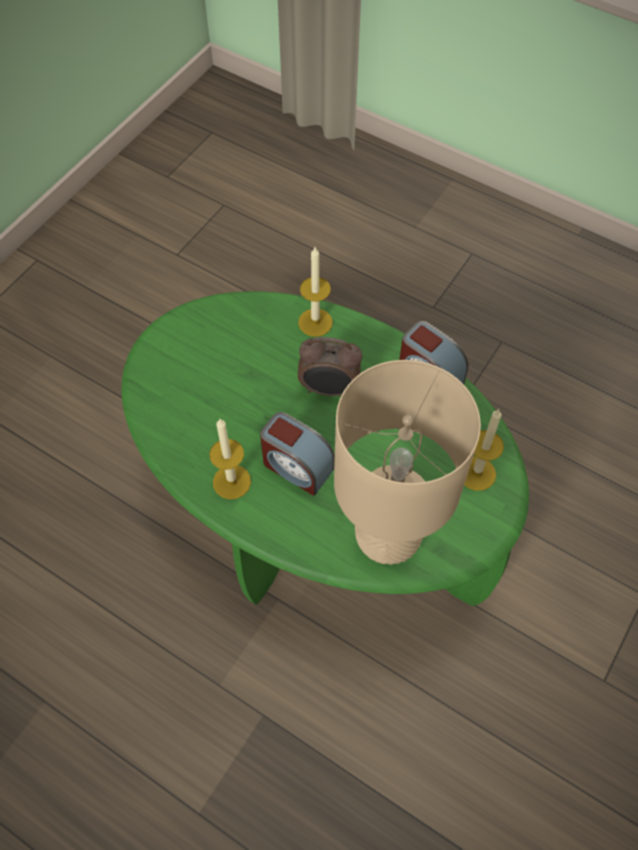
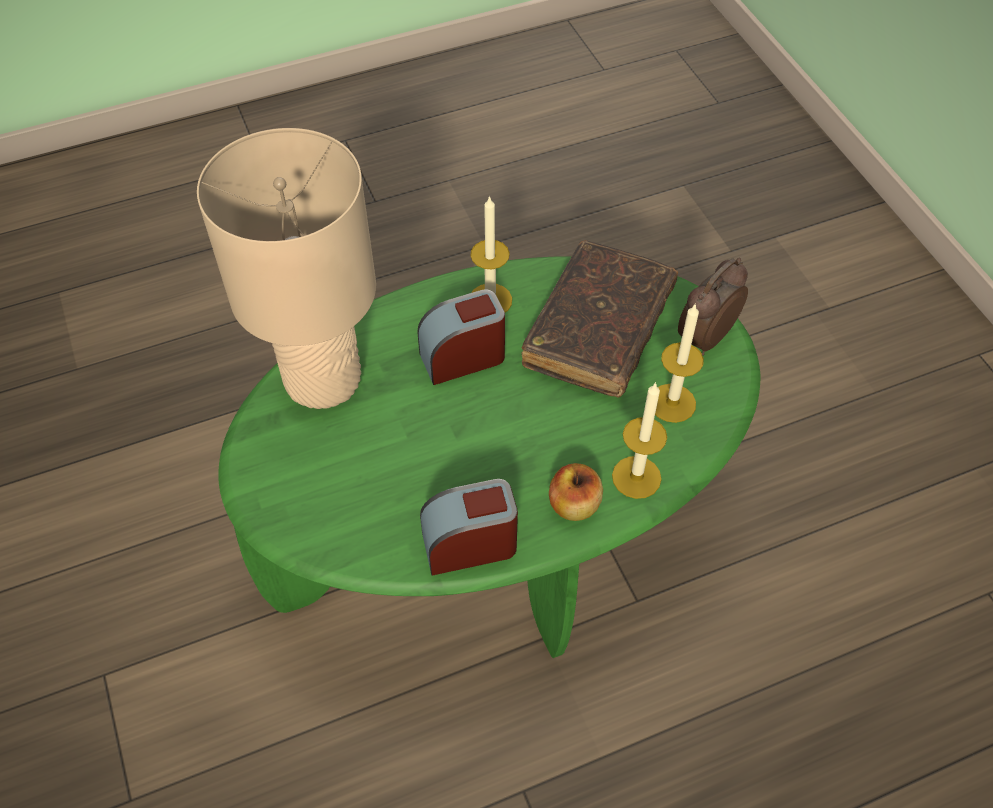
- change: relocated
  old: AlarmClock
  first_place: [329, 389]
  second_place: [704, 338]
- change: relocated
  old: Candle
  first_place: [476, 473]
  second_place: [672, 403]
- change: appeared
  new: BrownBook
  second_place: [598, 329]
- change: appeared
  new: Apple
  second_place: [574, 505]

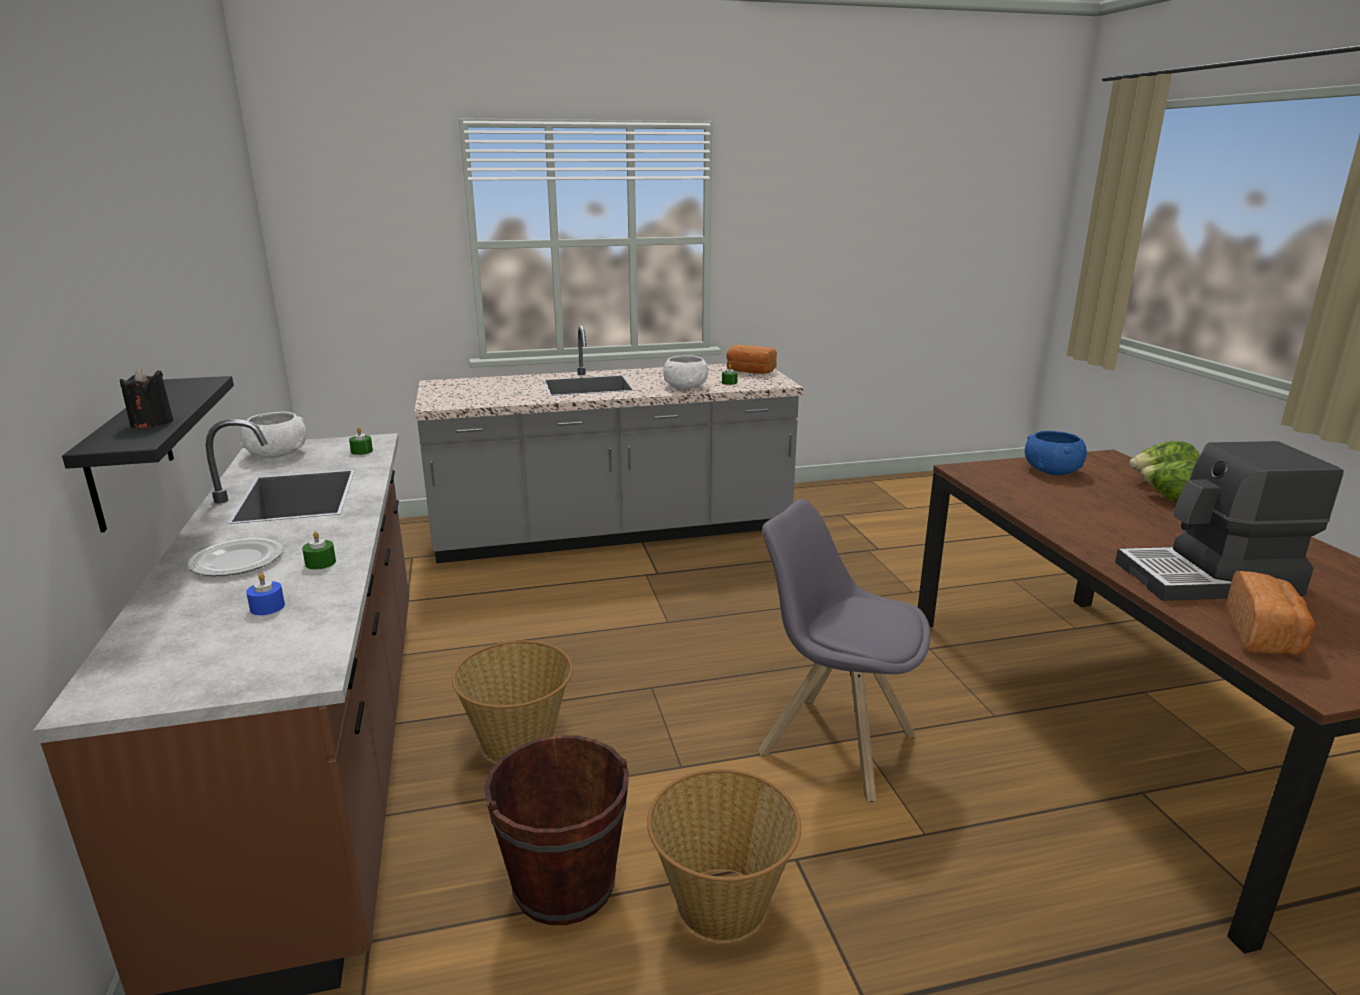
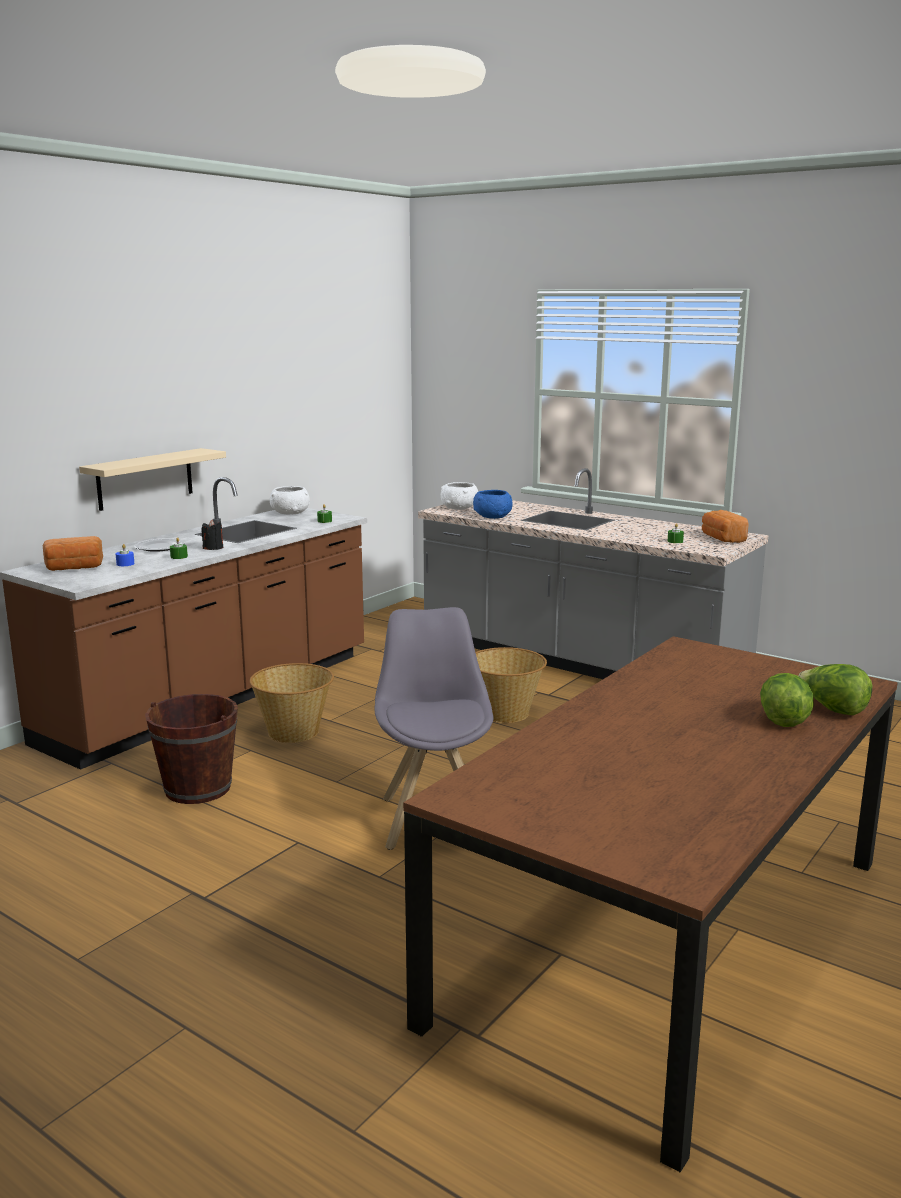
- change: colour
  old: BlackShelf
  new: BeigeShelf
  first_place: [130, 452]
  second_place: [145, 479]
- change: relocated
  old: BlackCandle
  first_place: [152, 423]
  second_place: [213, 548]
- change: relocated
  old: Basket
  first_place: [721, 901]
  second_place: [505, 713]
- change: relocated
  old: WhiteBowl
  first_place: [685, 386]
  second_place: [459, 508]
- change: relocated
  old: BlueBowl
  first_place: [1052, 470]
  second_place: [492, 516]
- change: missing
  old: CoffeeMachine
  first_place: [1210, 579]
- change: relocated
  old: Bread
  first_place: [1264, 635]
  second_place: [74, 568]

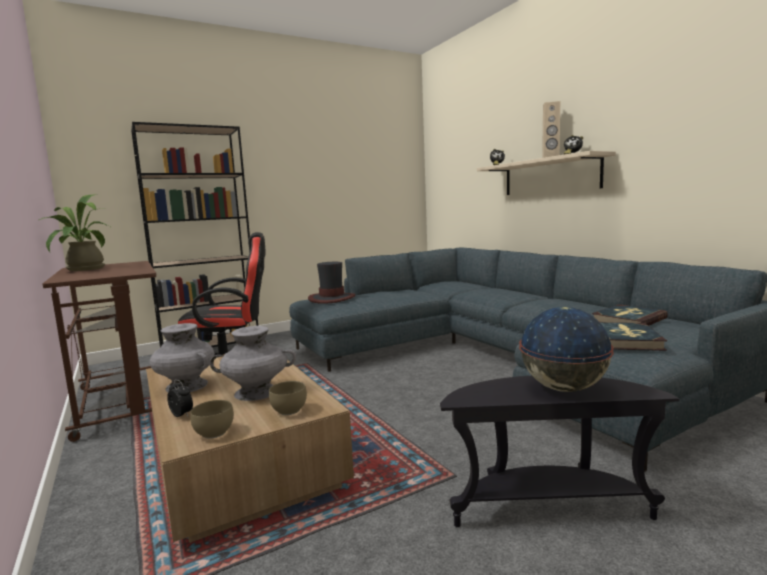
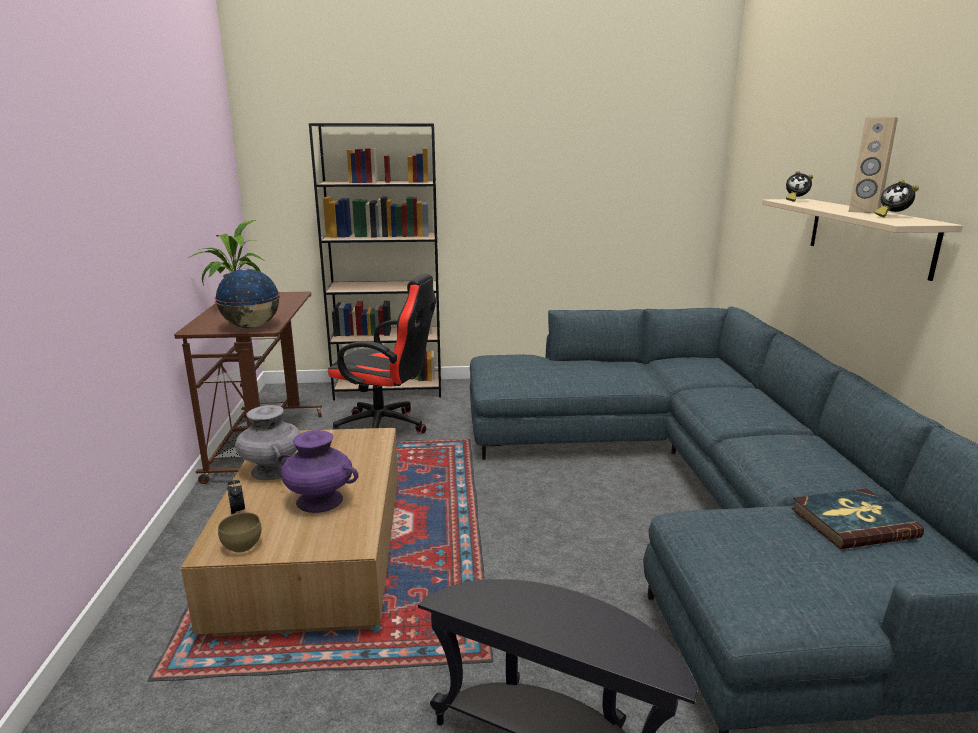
- change: colour
  old: GreyVase
  new: PurpleVase
  first_place: [256, 392]
  second_place: [320, 500]
- change: missing
  old: BrownBowl
  first_place: [290, 410]
- change: missing
  old: Hat
  first_place: [331, 298]
- change: relocated
  old: Globe
  first_place: [564, 388]
  second_place: [252, 327]
- change: missing
  old: Book
  first_place: [624, 340]

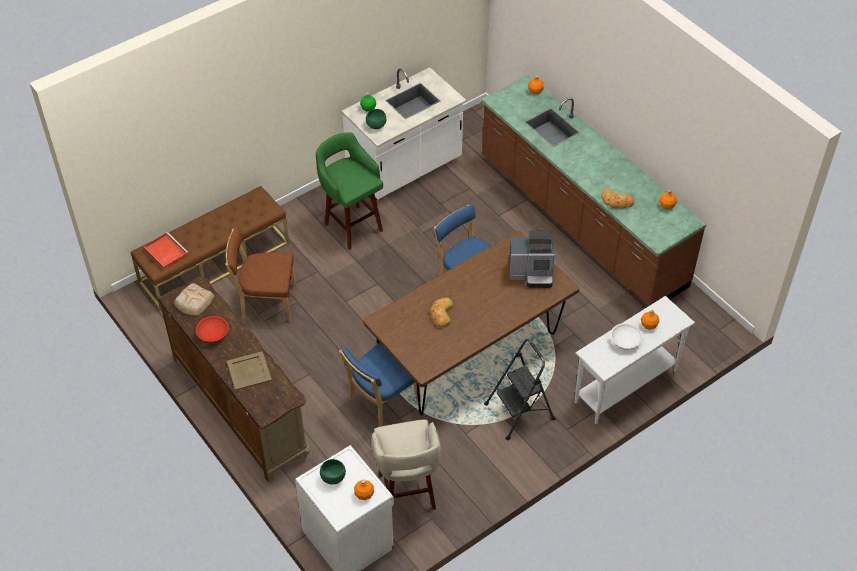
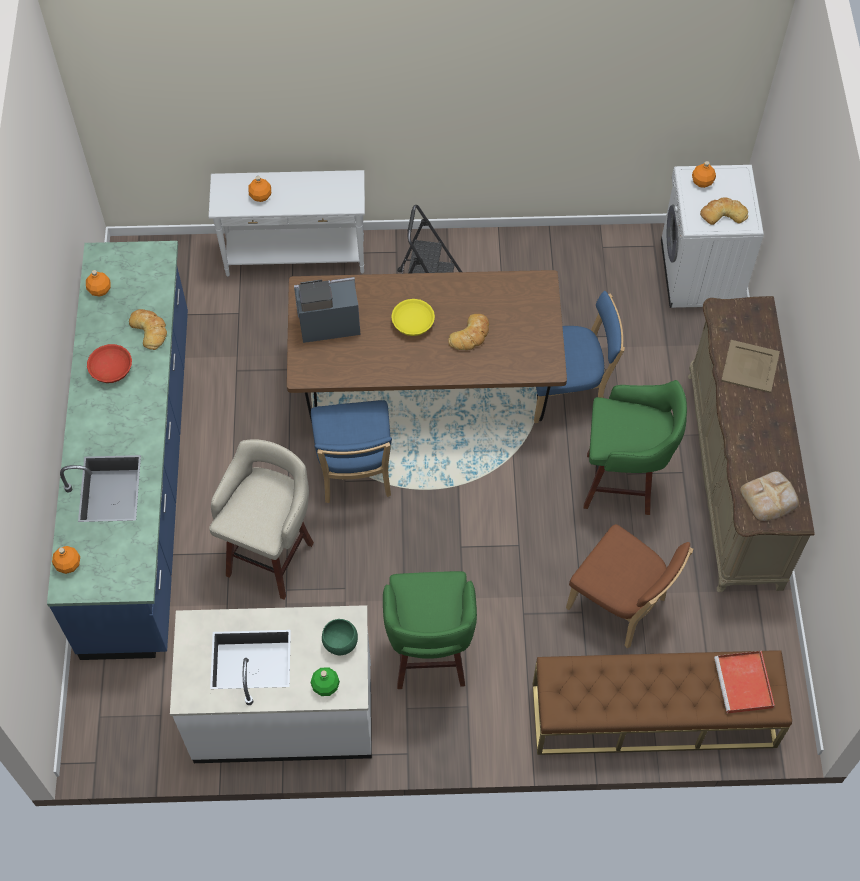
- change: relocated
  old: RedBowl
  first_place: [213, 334]
  second_place: [111, 369]
- change: exchanged
  old: GreenBowl
  new: Bread
  first_place: [333, 477]
  second_place: [723, 213]
- change: relocated
  old: BeigeStool
  first_place: [407, 494]
  second_place: [272, 556]
- change: colour
  old: BrownCounter
  new: BlueCounter
  first_place: [580, 222]
  second_place: [140, 478]
- change: spun
  old: CoffeeMachine
  first_place: [532, 274]
  second_place: [326, 323]
  degrees: -45
- change: missing
  old: WhiteBowl
  first_place: [625, 341]
- change: appeared
  new: YellowBowl
  second_place: [413, 323]
- change: appeared
  new: GreenStool
  second_place: [622, 485]

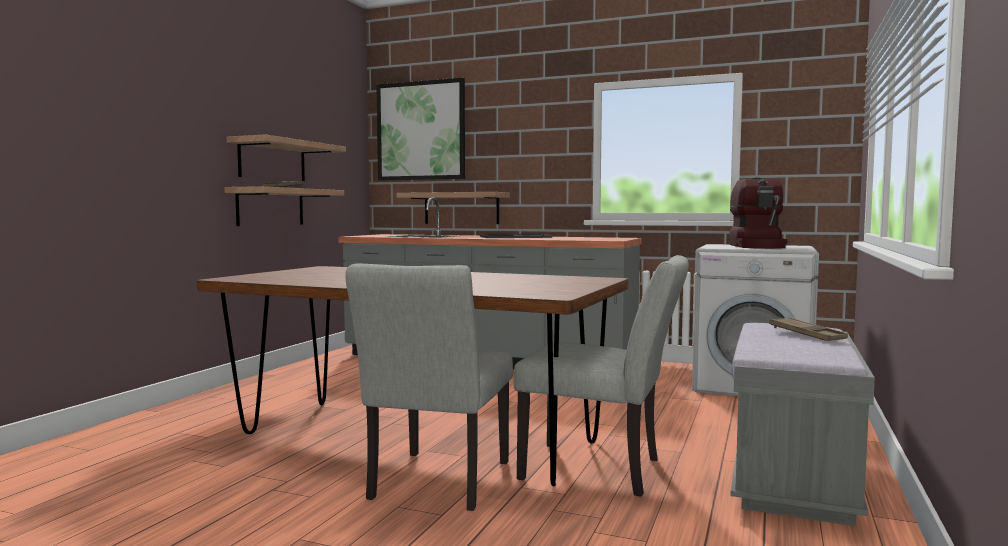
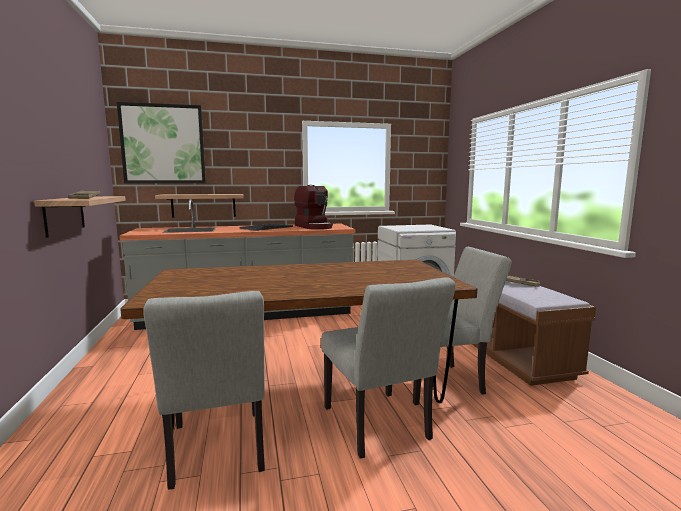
- change: missing
  old: Shelf
  first_place: [272, 161]
- change: relocated
  old: CoffeeMachine
  first_place: [758, 246]
  second_place: [314, 227]
- change: colour
  old: GreyBench
  new: BrownBench
  first_place: [793, 476]
  second_place: [515, 358]
- change: appeared
  new: GreyChair
  second_place: [217, 453]

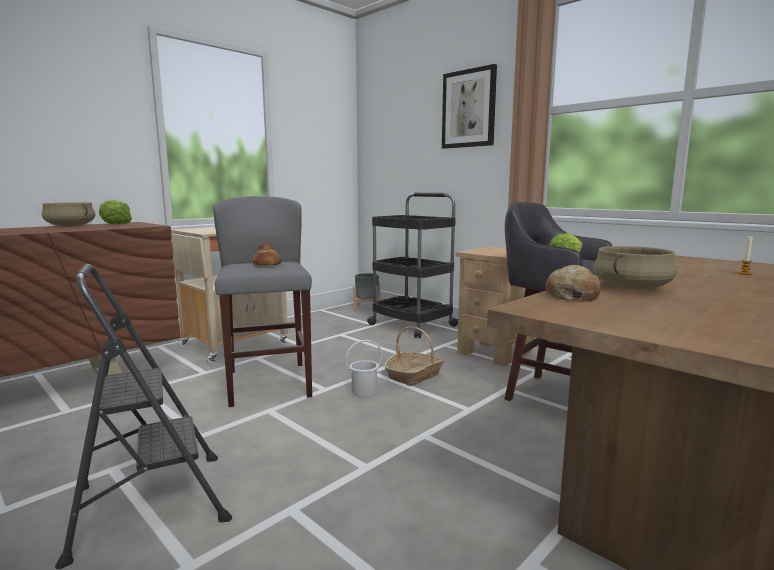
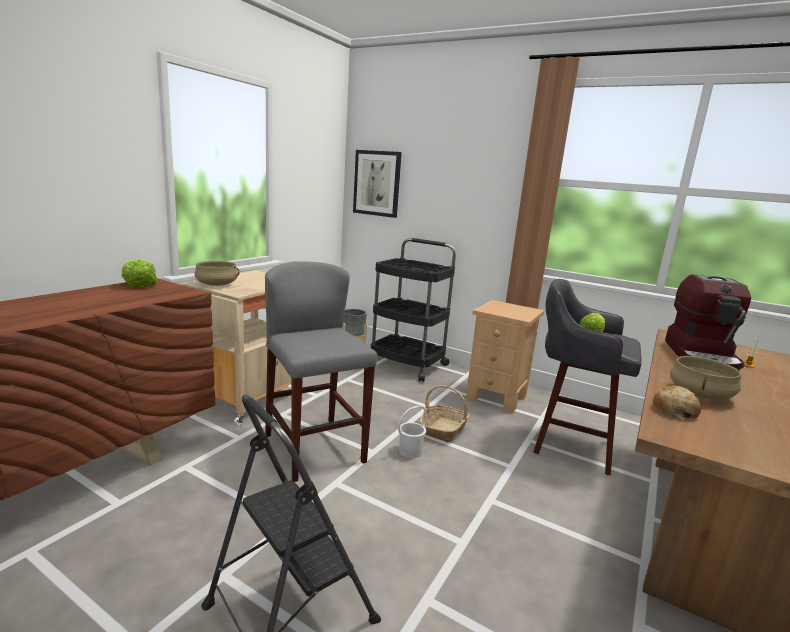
- change: relocated
  old: BeigeCookingPot
  first_place: [71, 226]
  second_place: [217, 284]
- change: missing
  old: Bread
  first_place: [267, 265]
- change: relocated
  old: Picture
  first_place: [469, 109]
  second_place: [377, 183]
- change: appeared
  new: CoffeeMachine
  second_place: [702, 356]

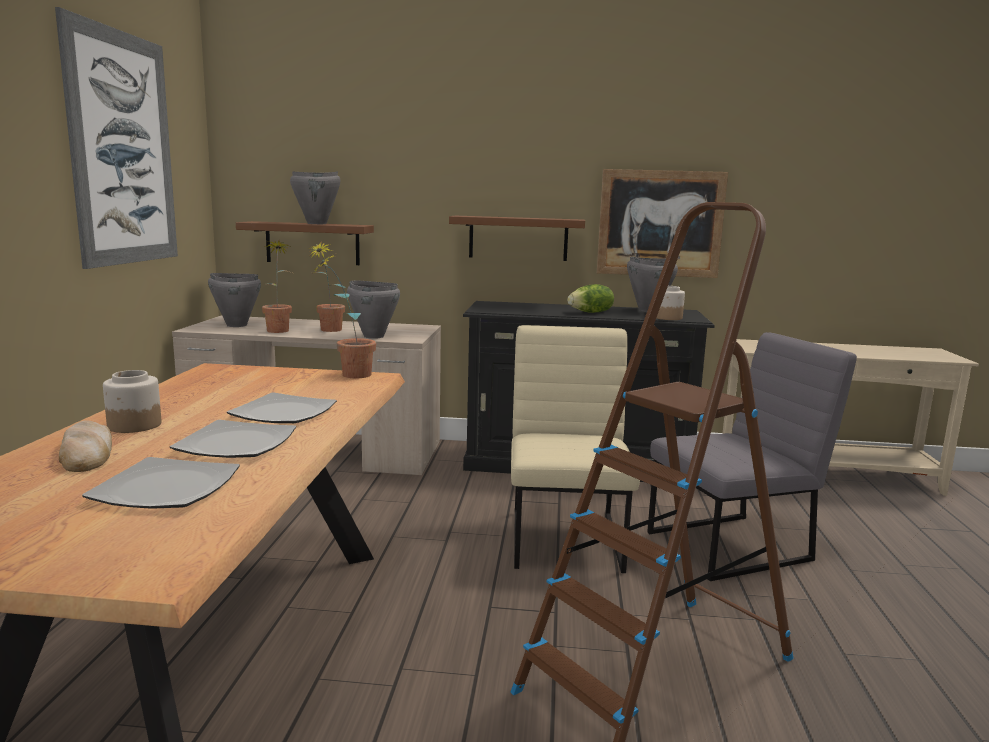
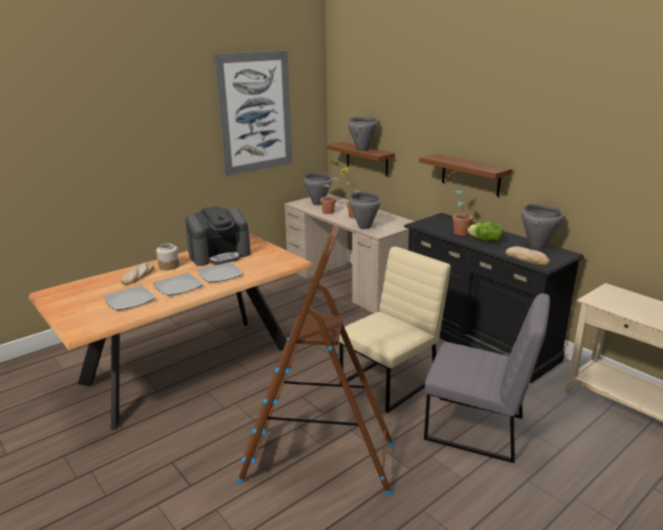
- change: relocated
  old: PottedPlant
  first_place: [347, 375]
  second_place: [456, 232]
- change: missing
  old: Picture
  first_place: [660, 223]
- change: exchanged
  old: Jar
  new: Bread
  first_place: [667, 318]
  second_place: [527, 258]
- change: appeared
  new: CoffeeMachine
  second_place: [220, 255]

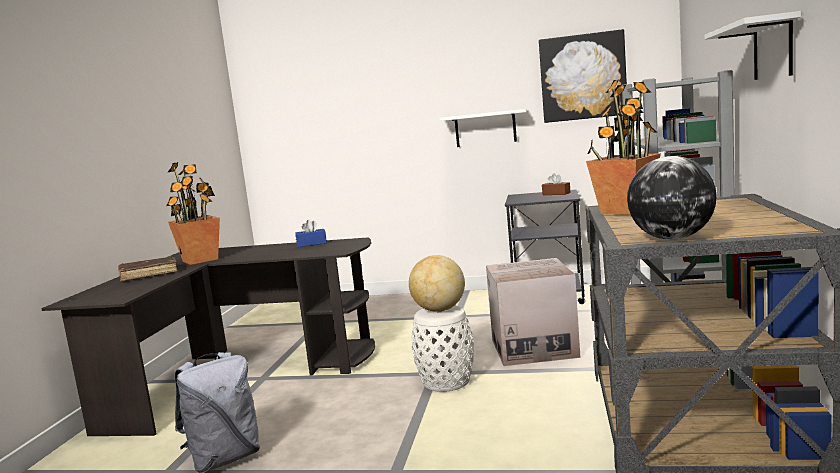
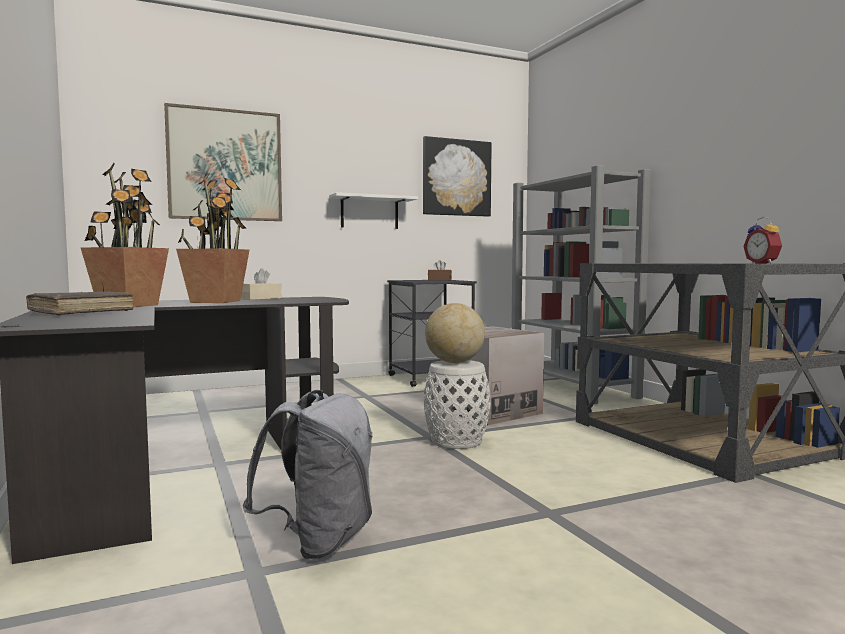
- change: colour
  old: BlueTissueBox
  new: BeigeTissueBox
  first_place: [311, 244]
  second_place: [261, 298]
- change: relocated
  old: PottedPlant
  first_place: [626, 211]
  second_place: [215, 301]
- change: exchanged
  old: Globe
  new: AlarmClock
  first_place: [672, 238]
  second_place: [763, 263]
- change: missing
  old: WhiteShelf
  first_place: [772, 49]
- change: appeared
  new: Picture
  second_place: [225, 165]

